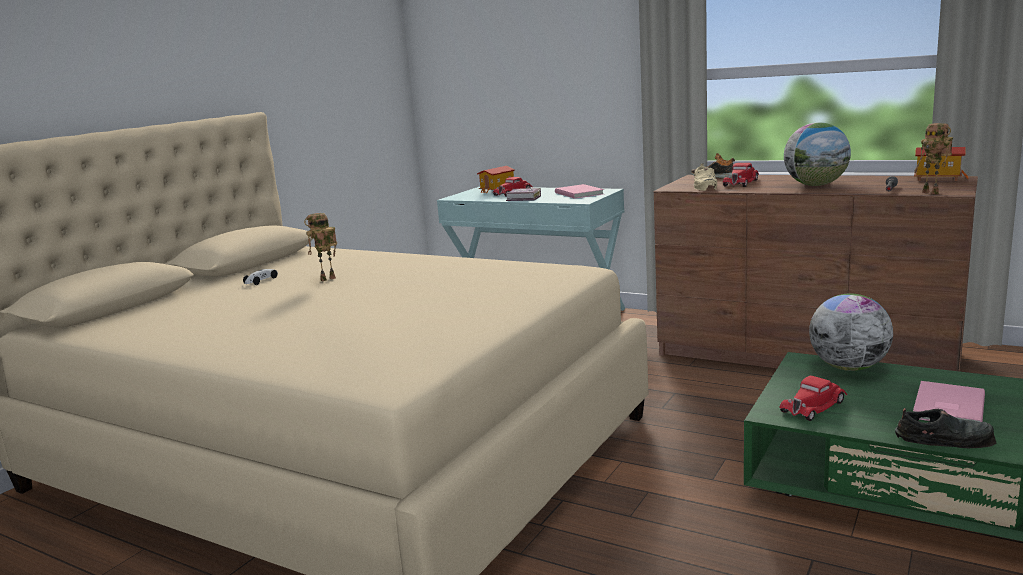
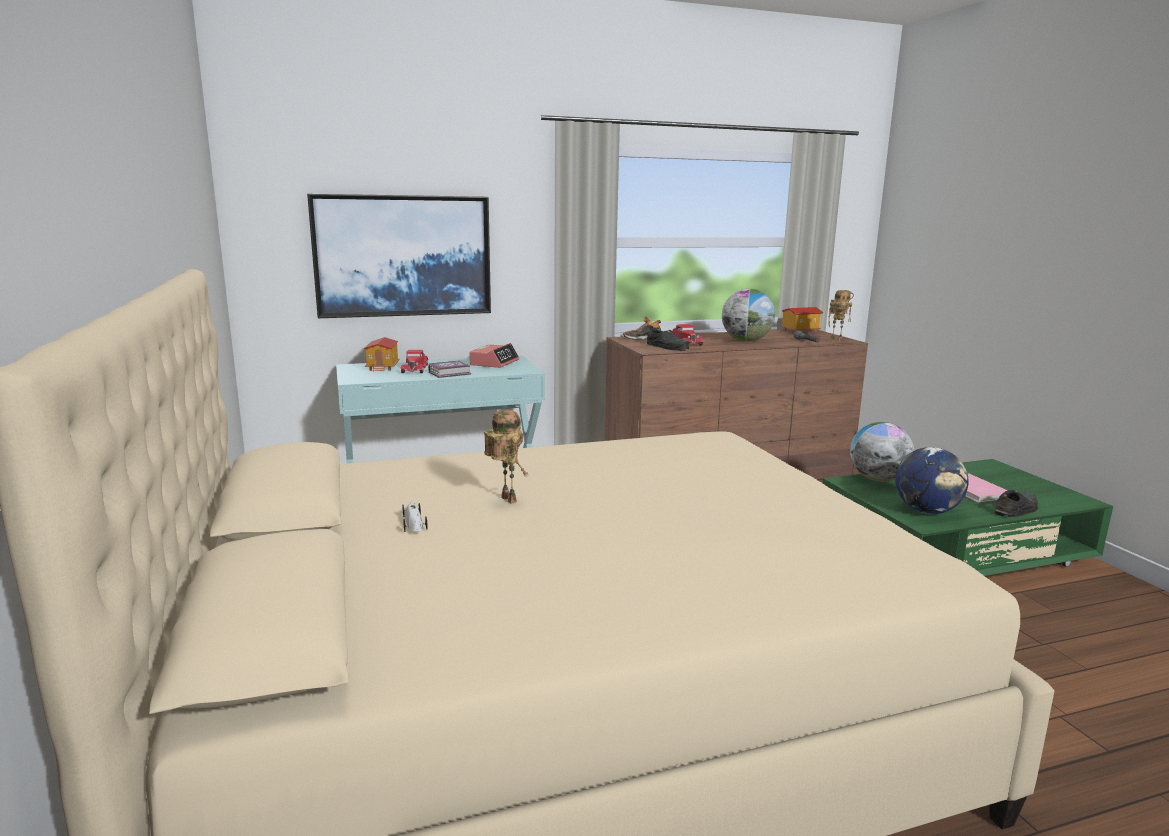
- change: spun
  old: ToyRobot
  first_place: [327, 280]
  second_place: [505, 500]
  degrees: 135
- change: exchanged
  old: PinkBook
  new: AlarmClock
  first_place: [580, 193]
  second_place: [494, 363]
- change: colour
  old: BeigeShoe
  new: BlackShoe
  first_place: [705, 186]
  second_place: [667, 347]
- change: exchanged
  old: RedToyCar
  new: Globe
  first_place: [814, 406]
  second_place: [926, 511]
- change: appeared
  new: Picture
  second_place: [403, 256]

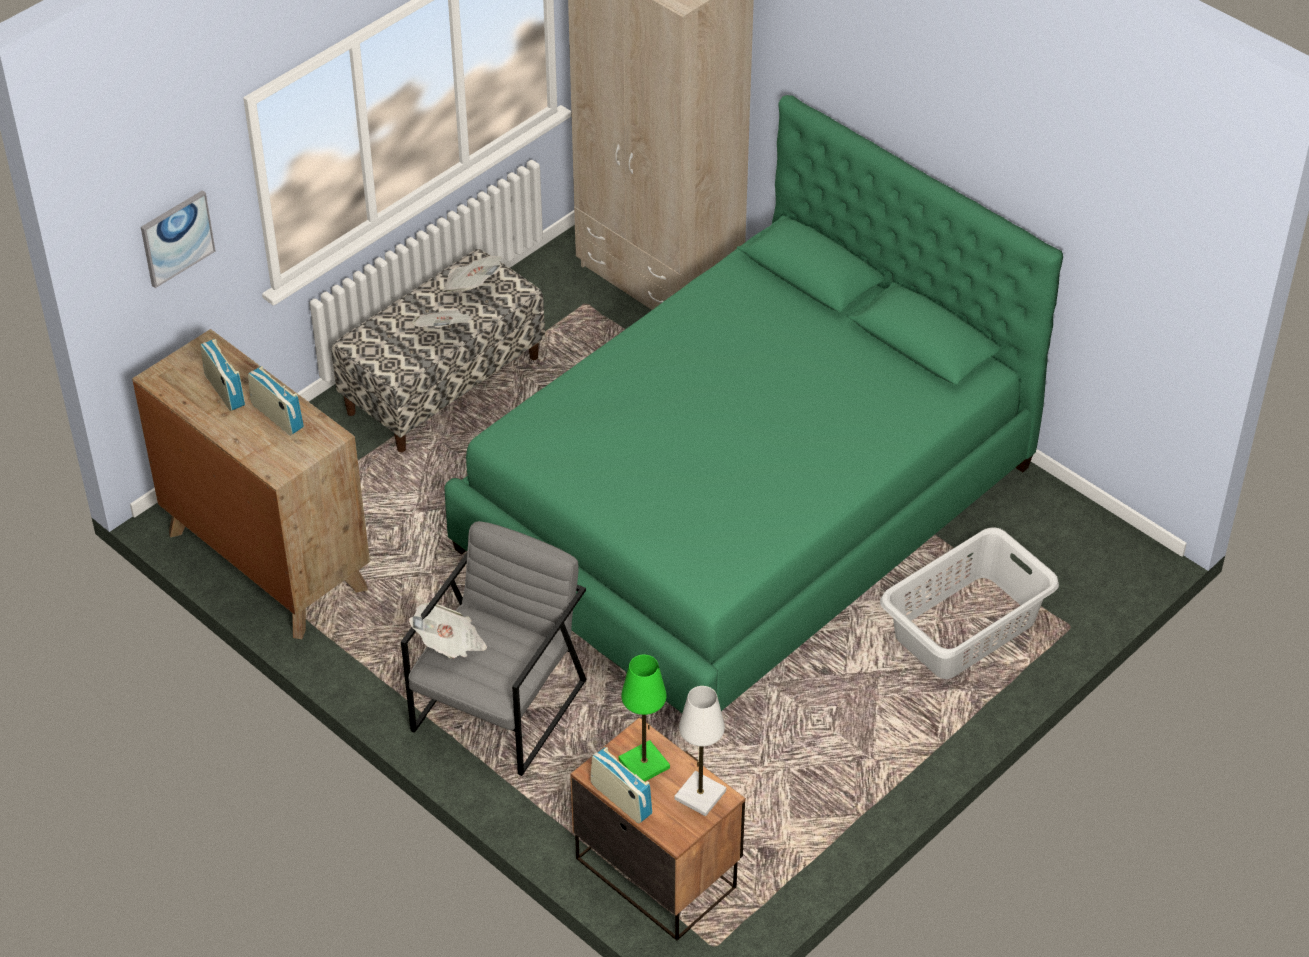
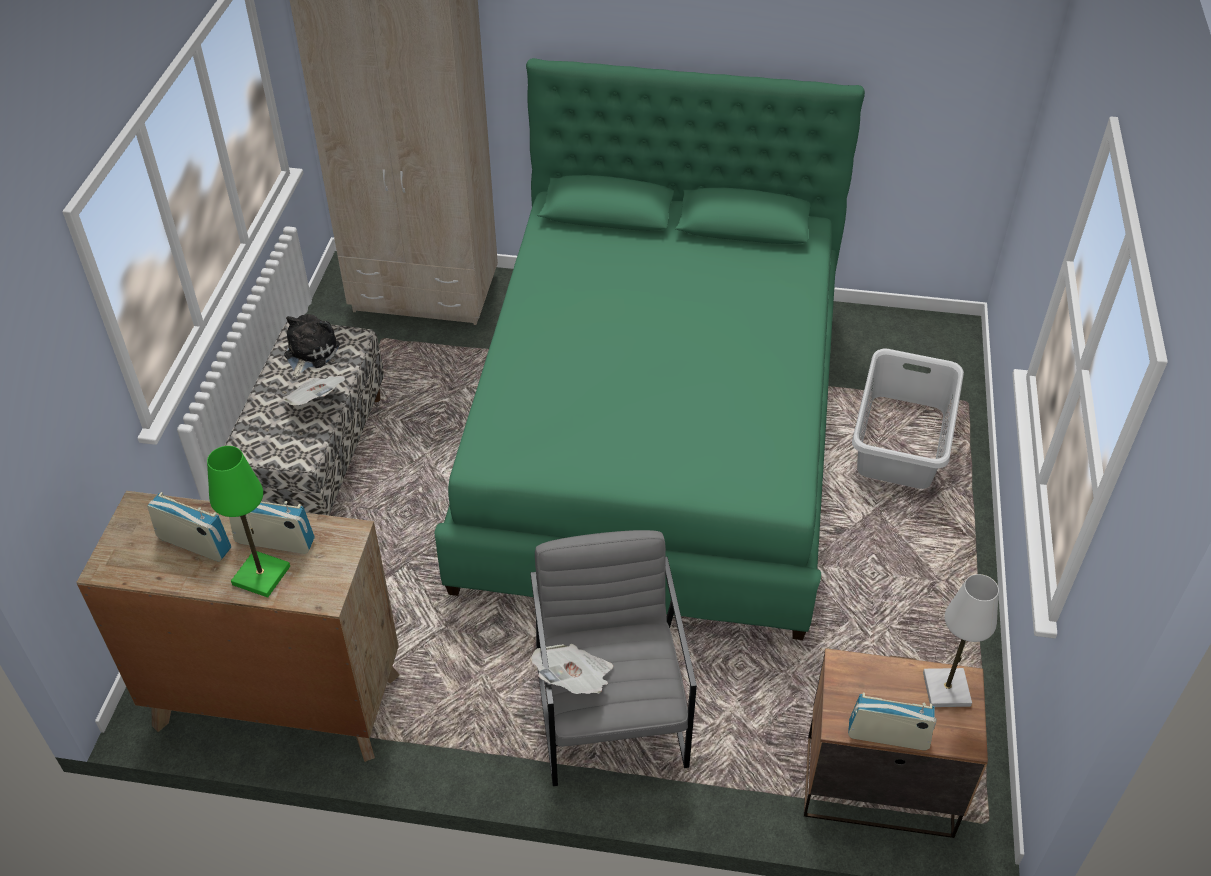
- change: missing
  old: Picture
  first_place: [177, 238]
- change: exchanged
  old: Newspaper
  new: PlushToy
  first_place: [472, 286]
  second_place: [309, 353]
- change: relocated
  old: GreenTableLamp
  first_place: [644, 764]
  second_place: [261, 575]

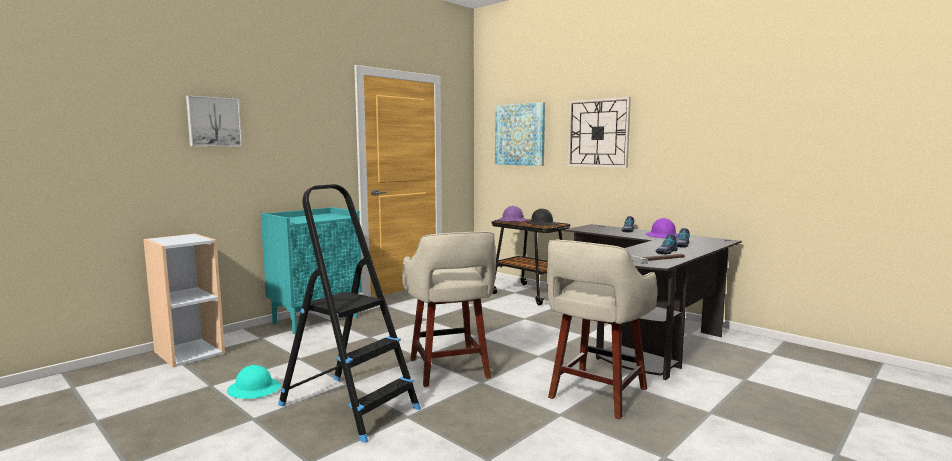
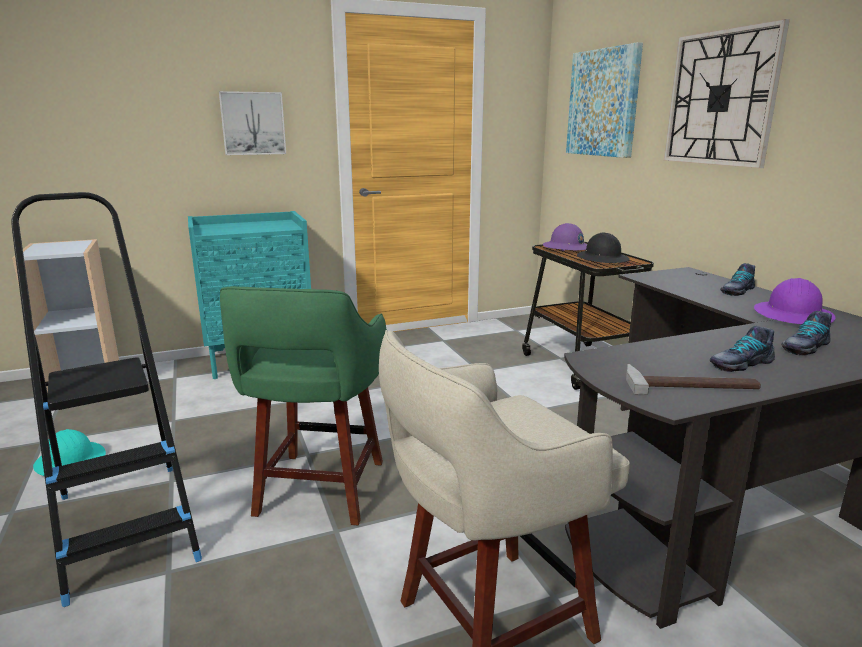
- change: relocated
  old: Picture
  first_place: [213, 122]
  second_place: [253, 123]
- change: colour
  old: BeigeStool
  new: GreenStool
  first_place: [449, 370]
  second_place: [318, 492]

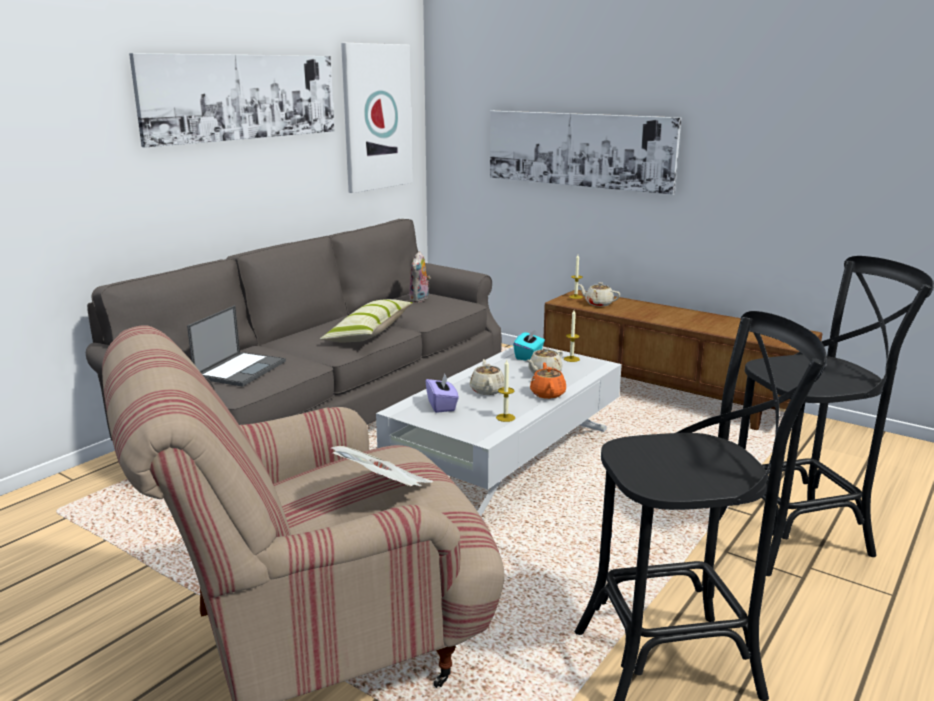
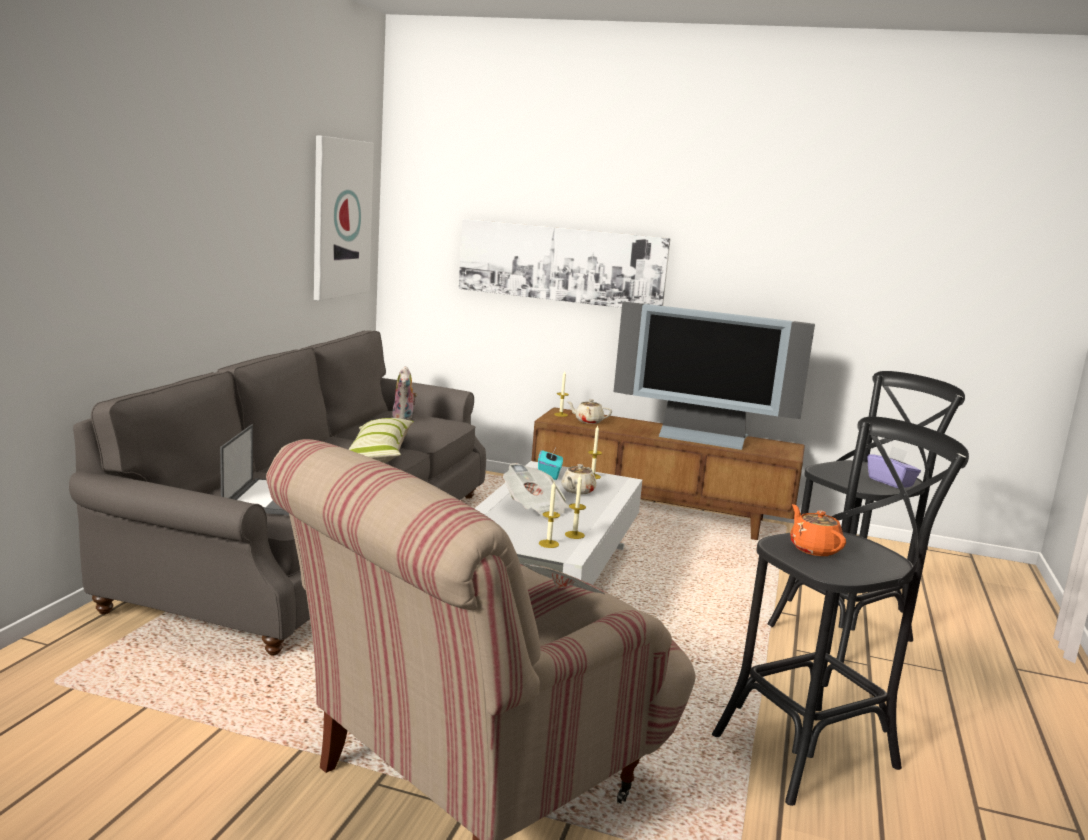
- change: missing
  old: Picture
  first_place: [243, 97]
- change: relocated
  old: PurpleTissueBox
  first_place: [442, 405]
  second_place: [890, 482]
- change: exchanged
  old: BeigeTeapot
  new: Newspaper
  first_place: [487, 390]
  second_place: [535, 509]
- change: relocated
  old: OrangeTeapot
  first_place: [547, 393]
  second_place: [814, 549]
- change: appeared
  new: Candle
  second_place: [548, 544]
- change: appeared
  new: Television
  second_place: [703, 438]

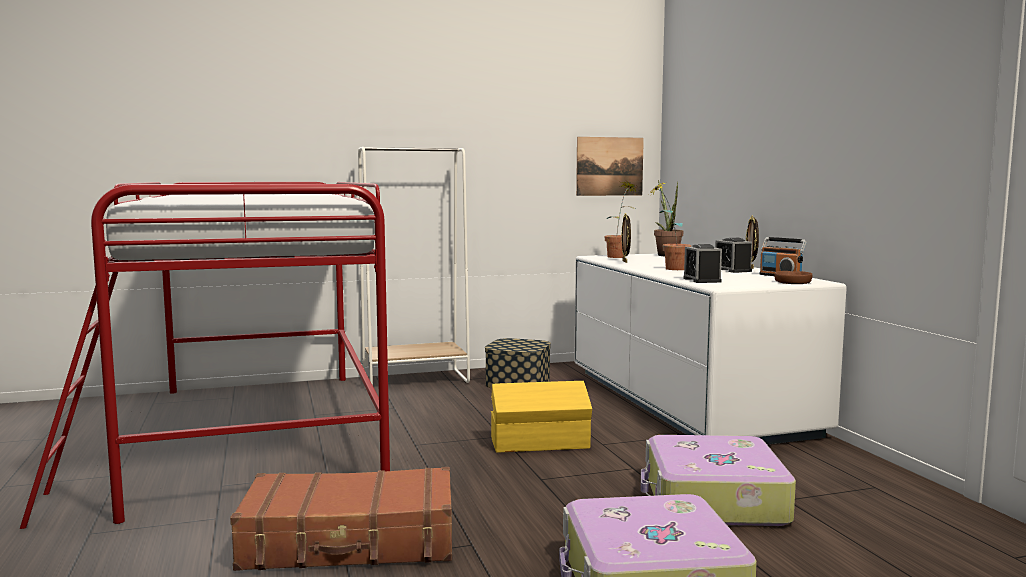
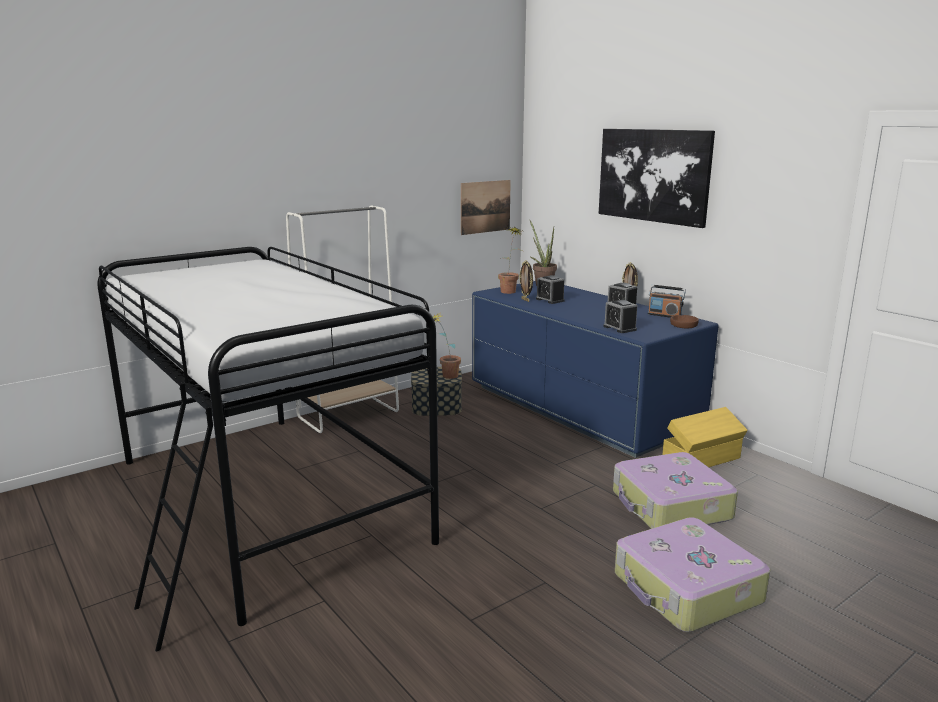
- change: colour
  old: RedBed
  new: BlackBed
  first_place: [255, 434]
  second_place: [264, 502]
- change: missing
  old: BrownSuitcase
  first_place: [350, 542]
- change: relocated
  old: YellowStorageBox
  first_place: [541, 443]
  second_place: [702, 459]
- change: colour
  old: WhiteDresser
  new: BlueDresser
  first_place: [687, 401]
  second_place: [580, 409]
- change: relocated
  old: PottedPlant
  first_place: [669, 269]
  second_place: [445, 376]
- change: appeared
  new: AlarmClock
  second_place: [550, 300]
- change: appeared
  new: Picture
  second_place: [653, 175]

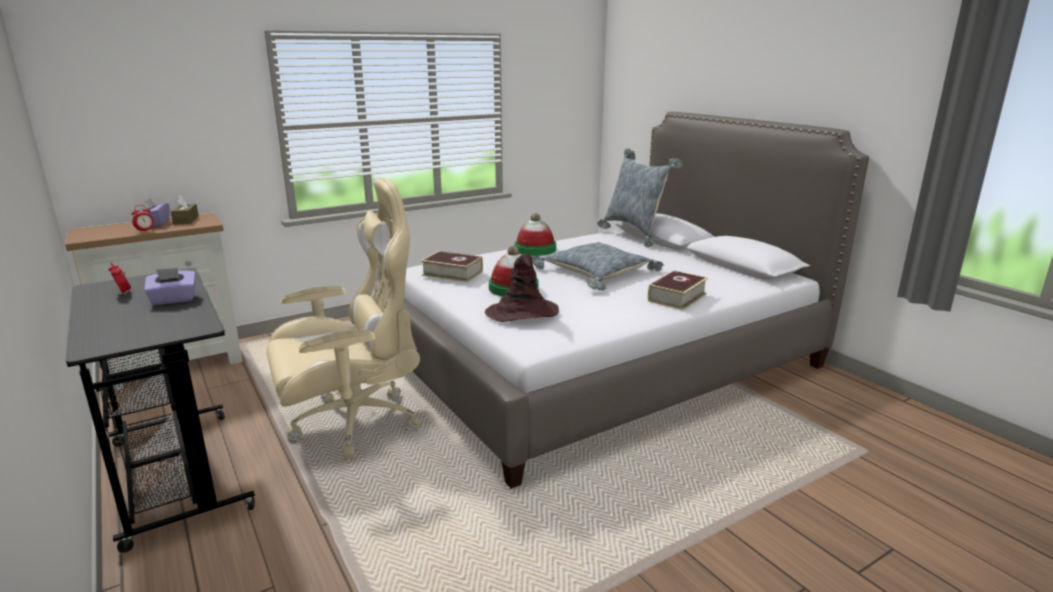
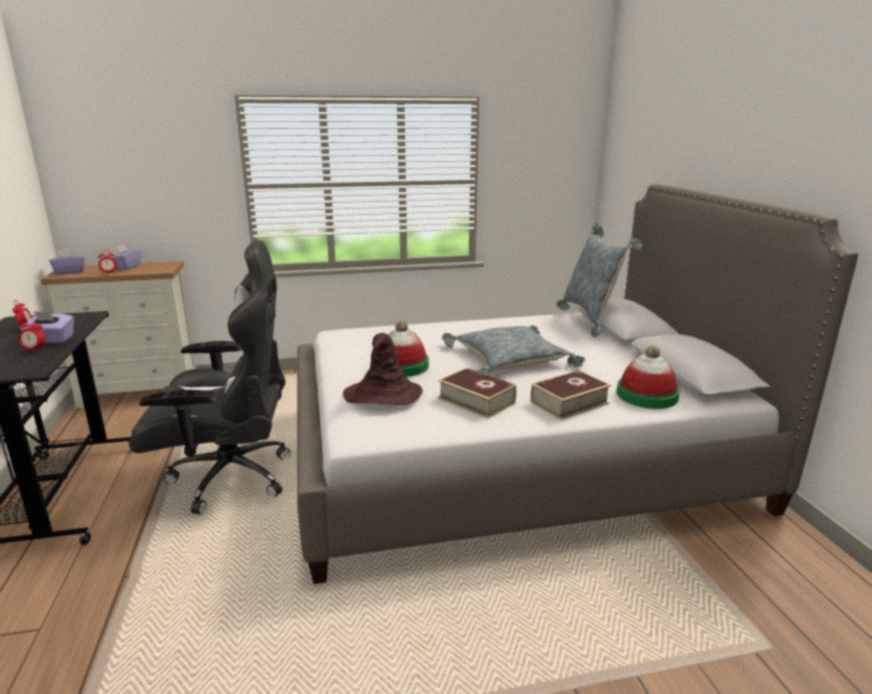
- change: missing
  old: BrownTissueBox
  first_place: [186, 220]
- change: colour
  old: BeigeOfficeChair
  new: BlackOfficeChair
  first_place: [348, 426]
  second_place: [223, 479]
- change: relocated
  old: Book
  first_place: [452, 273]
  second_place: [476, 400]
- change: relocated
  old: Hat
  first_place: [535, 249]
  second_place: [647, 395]
- change: appeared
  new: AlarmClock
  second_place: [34, 350]
- change: appeared
  new: PurpleTissueBox
  second_place: [69, 272]

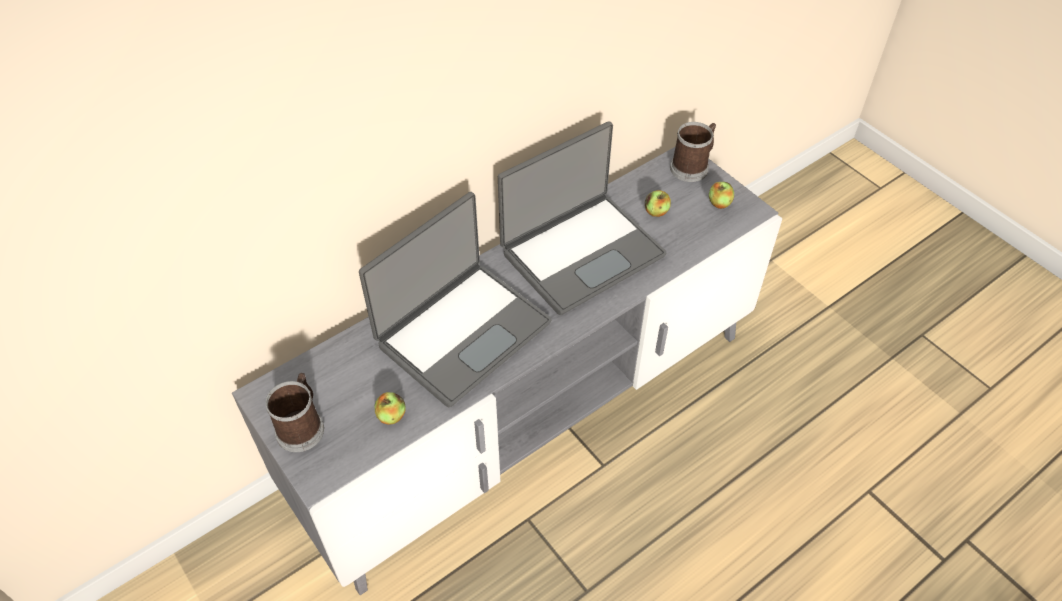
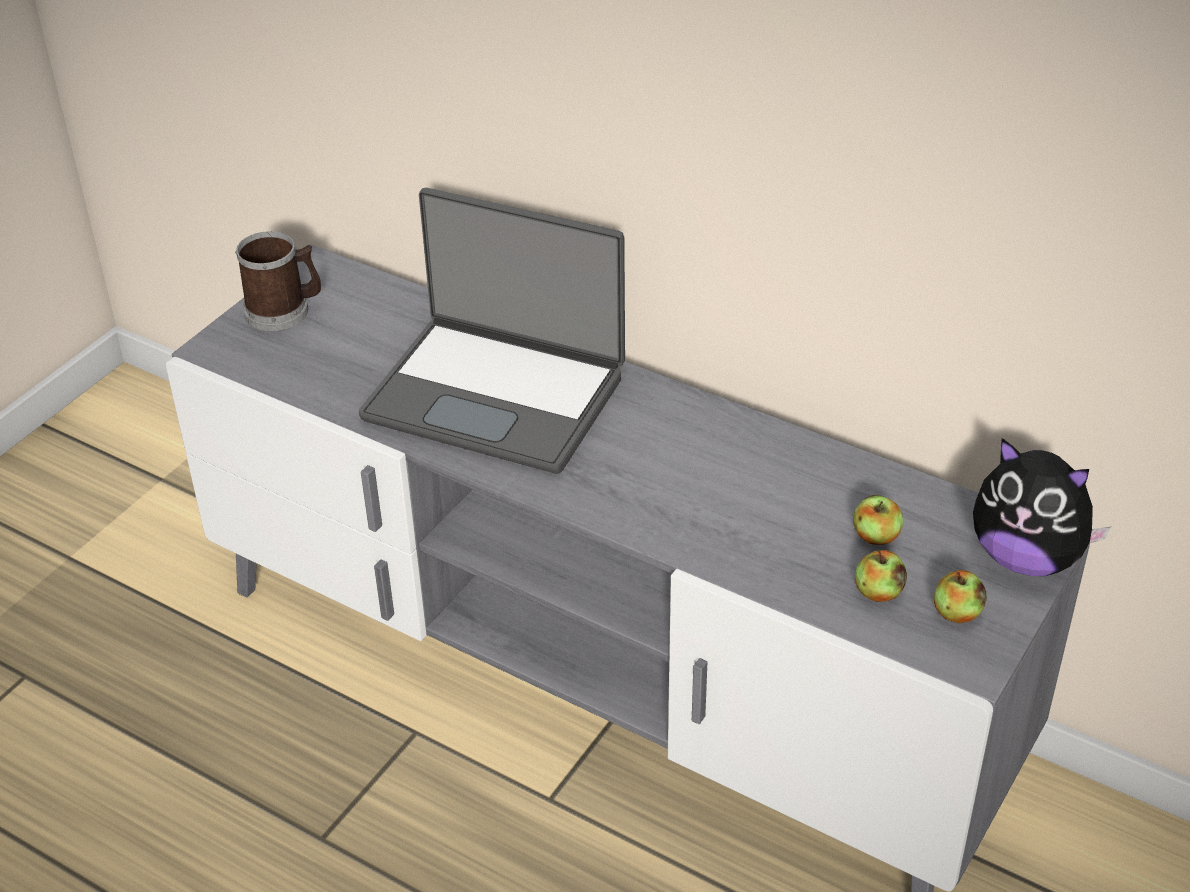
- change: relocated
  old: Apple
  first_place: [391, 416]
  second_place: [878, 592]
- change: missing
  old: Laptop
  first_place: [581, 252]
- change: exchanged
  old: Mug
  new: PlushToy
  first_place: [692, 166]
  second_place: [1026, 557]

